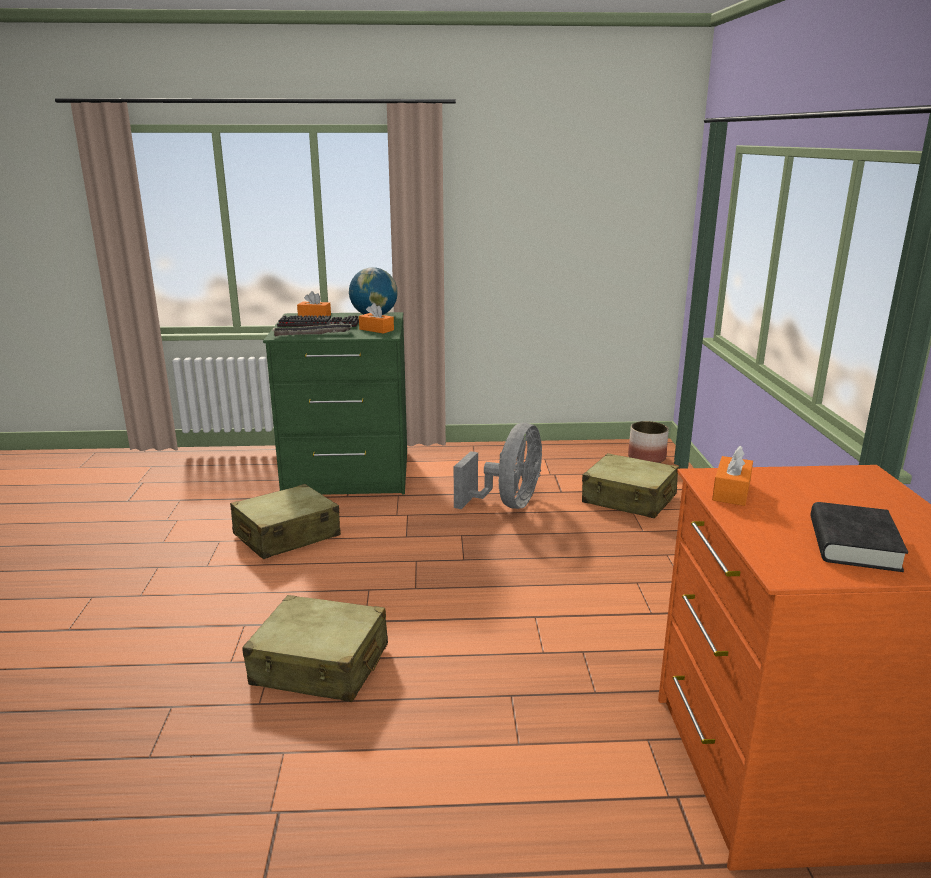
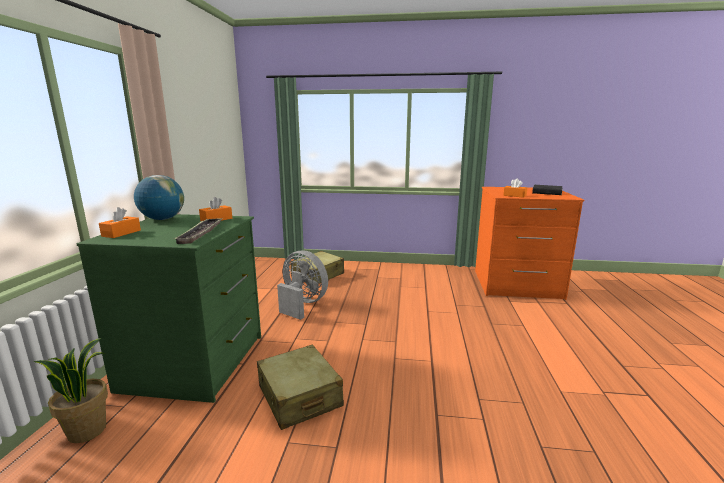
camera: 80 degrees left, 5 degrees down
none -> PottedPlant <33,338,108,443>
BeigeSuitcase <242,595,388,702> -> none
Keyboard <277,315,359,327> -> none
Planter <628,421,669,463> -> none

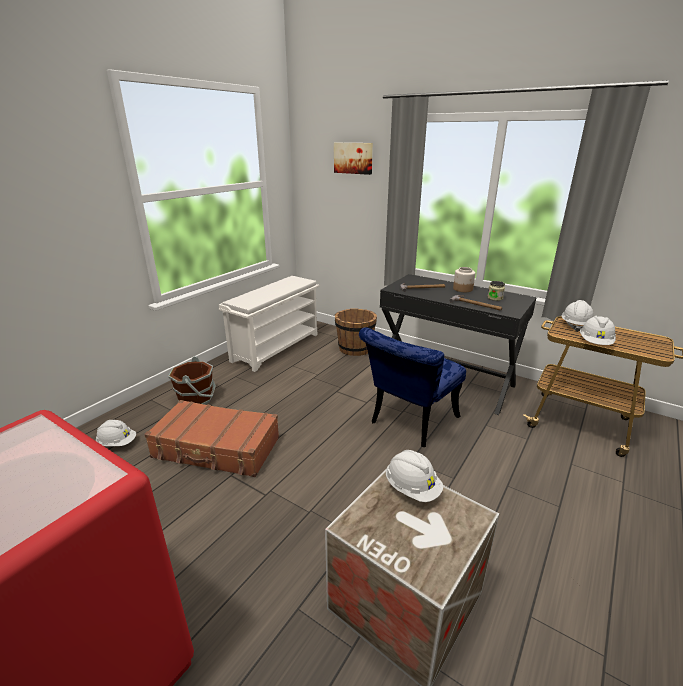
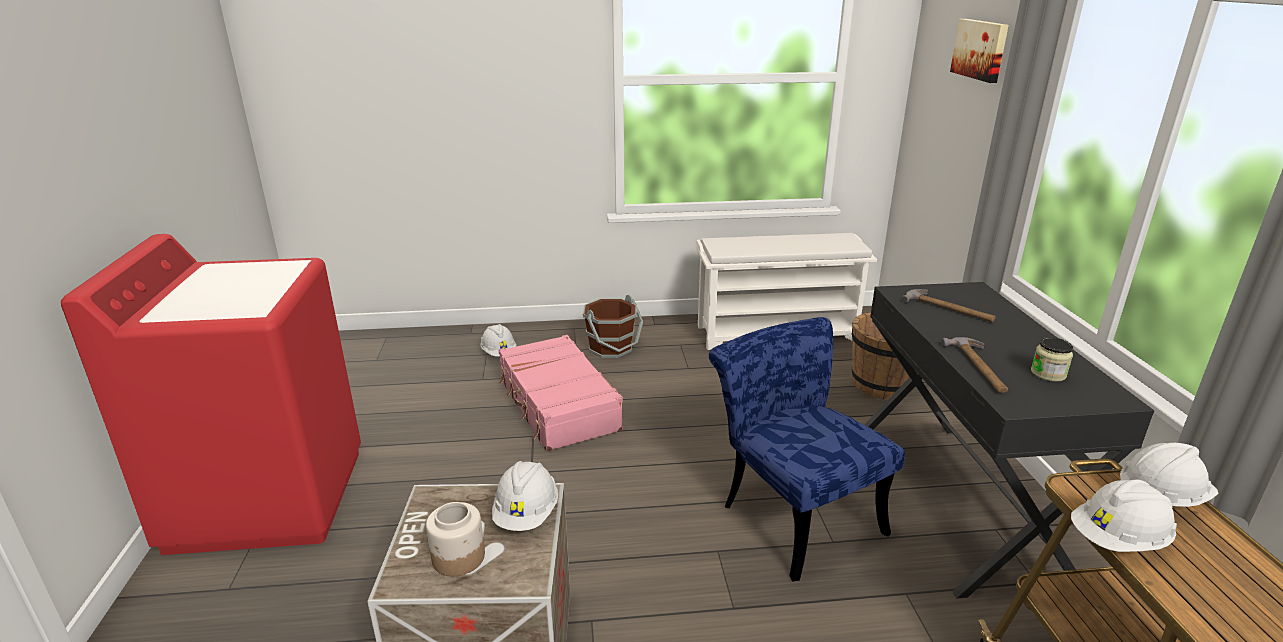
camera: 50 degrees right, 0 degrees up
Jar <453,267,475,292> -> Jar <426,502,485,576>, move
BrownSuitcase <144,400,279,477> -> PinkSuitcase <499,335,623,451>
BlueChair <359,327,466,447> -> BlueChair <709,317,905,582>, 60 degrees clockwise

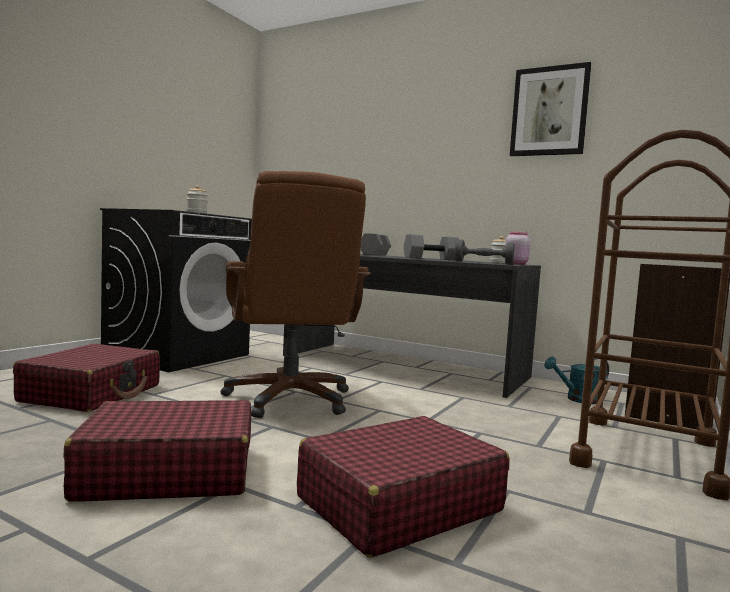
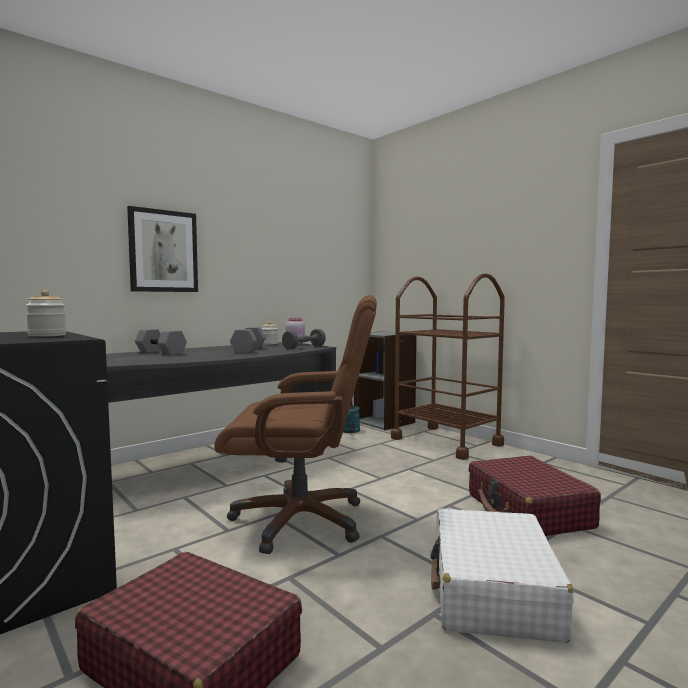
camera: 70 degrees left, 0 degrees up
Picture <510,62,591,156> -> Picture <127,206,198,292>, move
RedSuitcase <63,400,251,502> -> WhiteSuitcase <430,508,574,643>

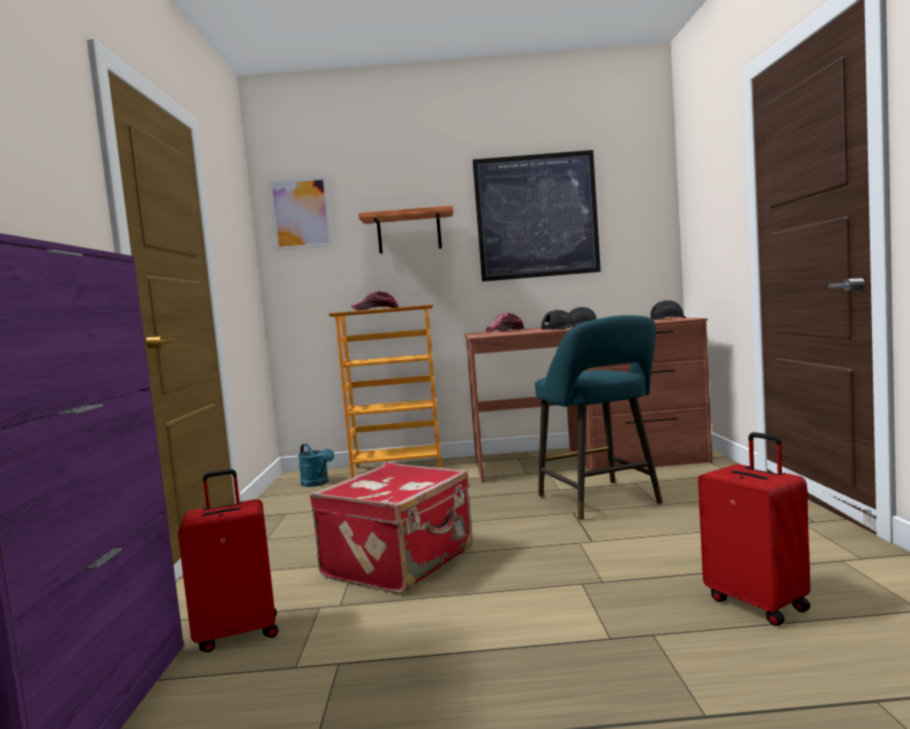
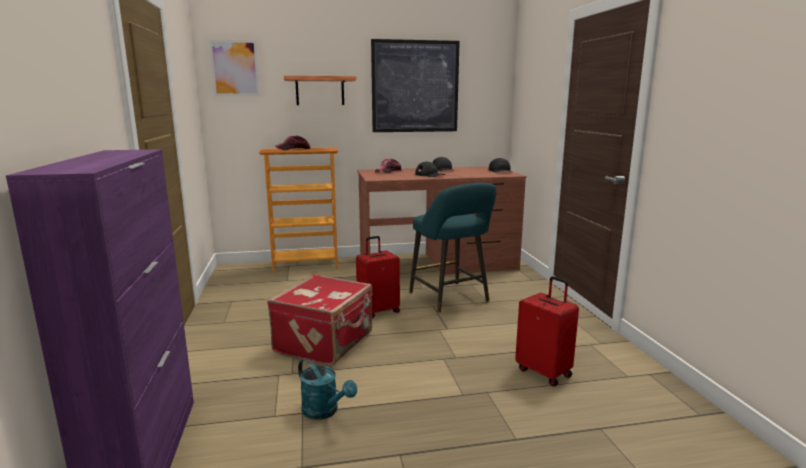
camera: 10 degrees left, 10 degrees up
TurquoiseWateringCan <298,444,334,487> -> TurquoiseWateringCan <298,358,357,420>, move
RedSuitcase <178,469,278,652> -> RedSuitcase <356,236,400,318>, move

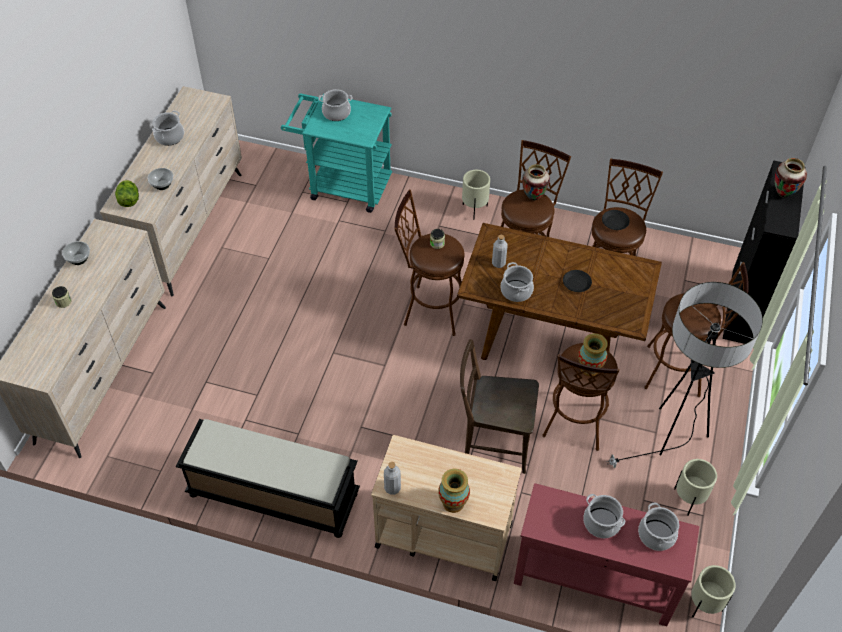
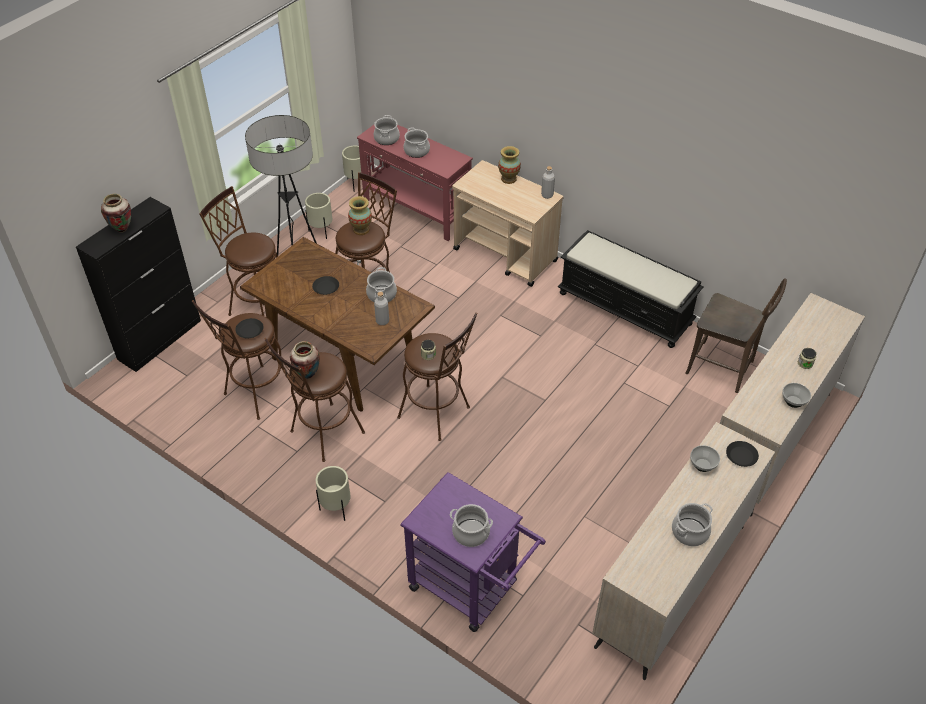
camera: 160 degrees left, 5 degrees down
TurquoiseCart <281,94,392,213> -> PurpleCart <400,472,546,632>
BrownChair <460,339,539,474> -> BrownChair <685,278,787,393>, move
Lettuce <115,180,139,207> -> BlackPlate <726,441,759,467>

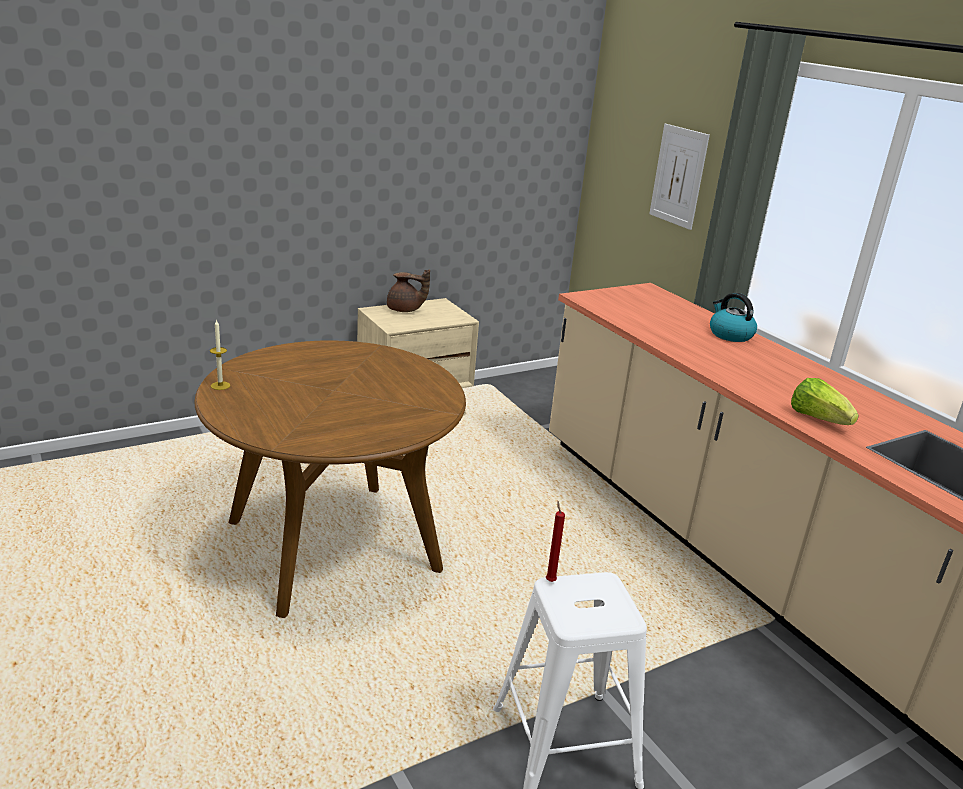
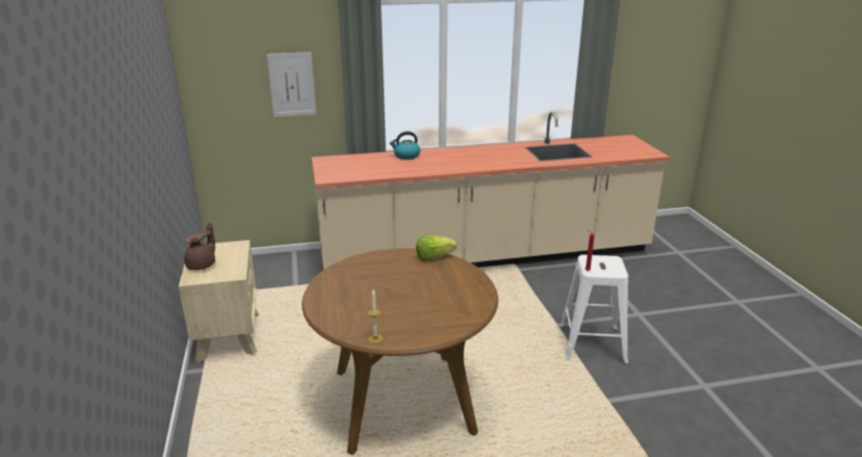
camera: 70 degrees left, 0 degrees up
Lettuce <791,378,859,425> -> Lettuce <416,236,457,261>, move

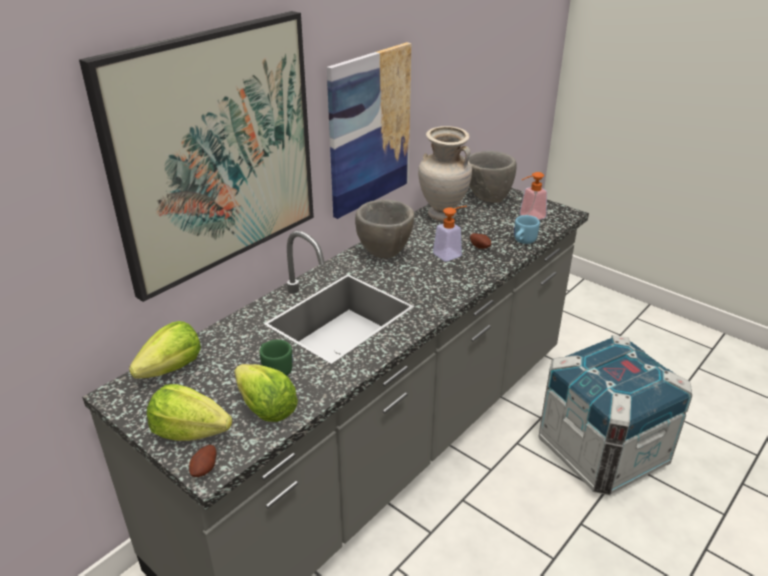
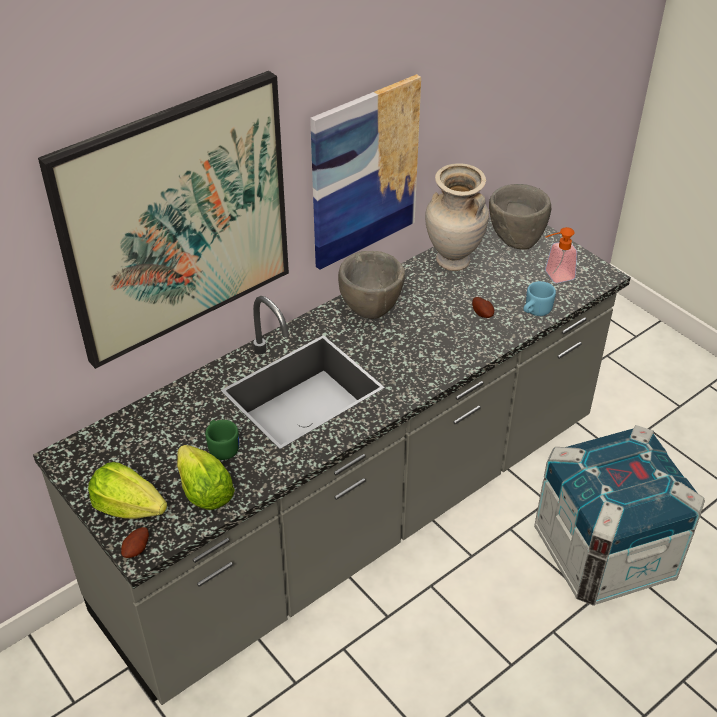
camera: 10 degrees right, 10 degrees up
Lettuce <129,321,201,378> -> none
SoapDispenser <433,206,467,262> -> none

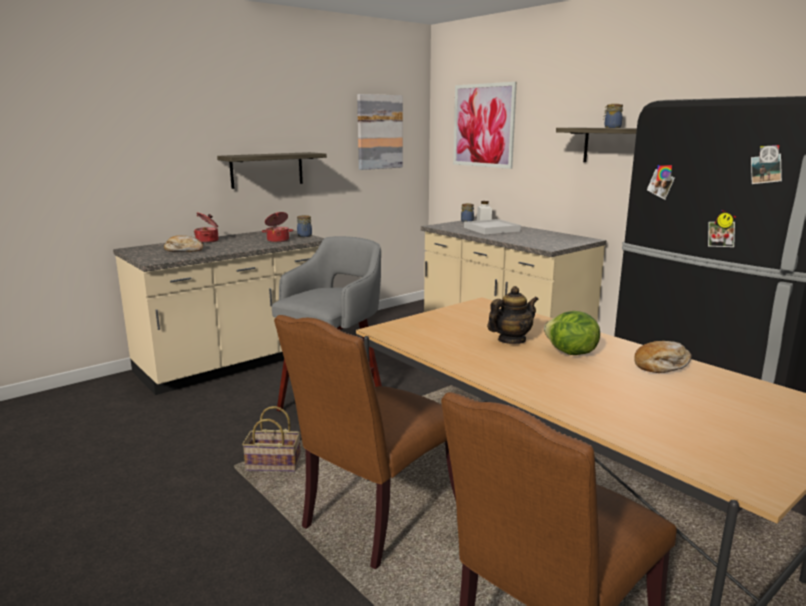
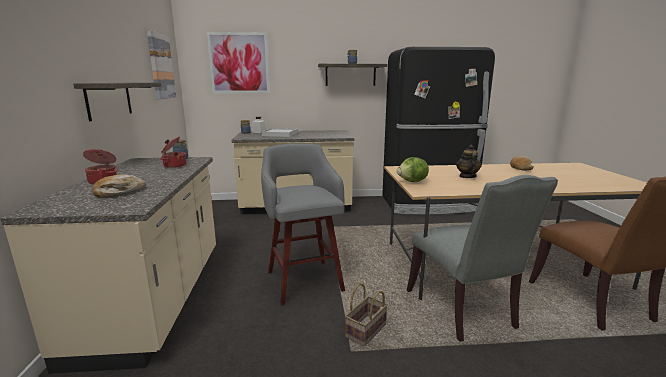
camera: 55 degrees left, 0 degrees up
Lettuce <544,311,600,355> -> Lettuce <397,157,429,182>, move
BrownChair <274,315,456,570> -> GreyChair <407,175,558,342>

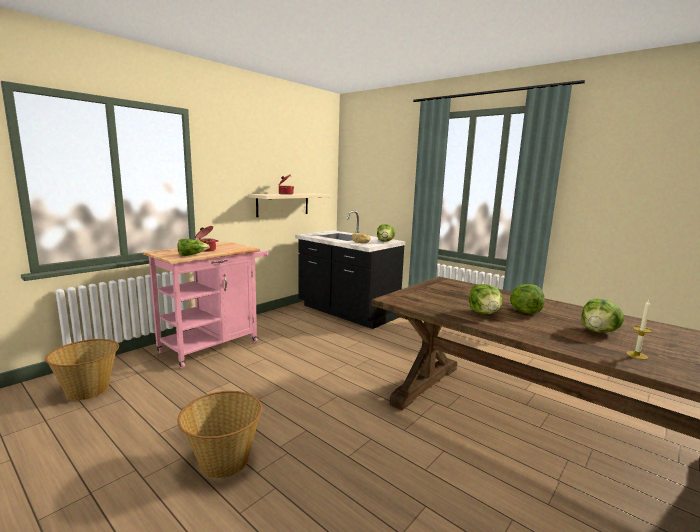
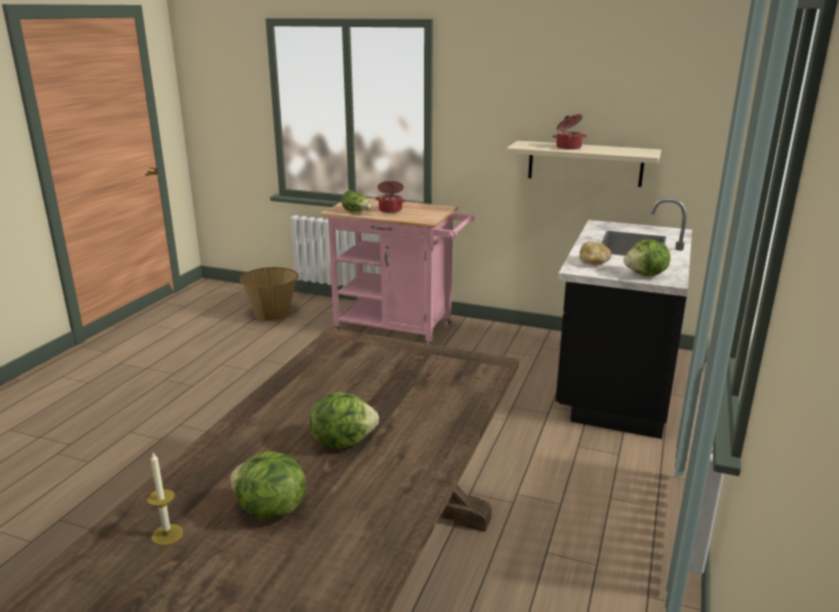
camera: 70 degrees right, 10 degrees up
Basket <177,391,262,478> -> none
Lettuce <469,284,503,315> -> none

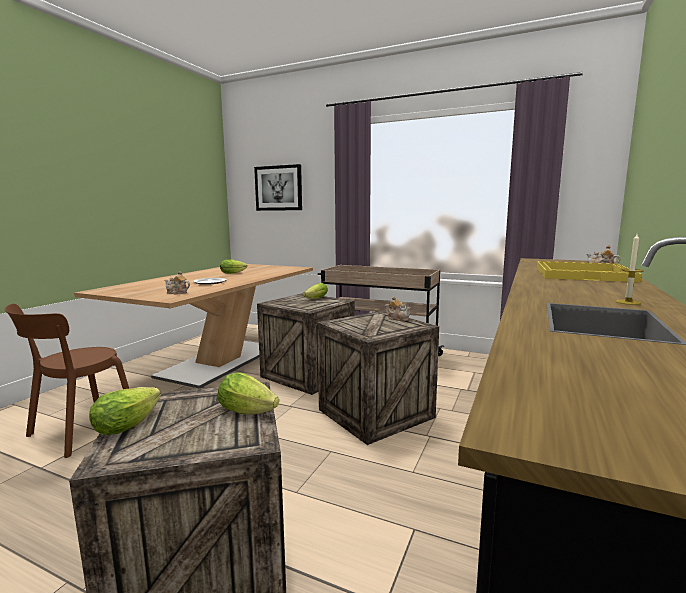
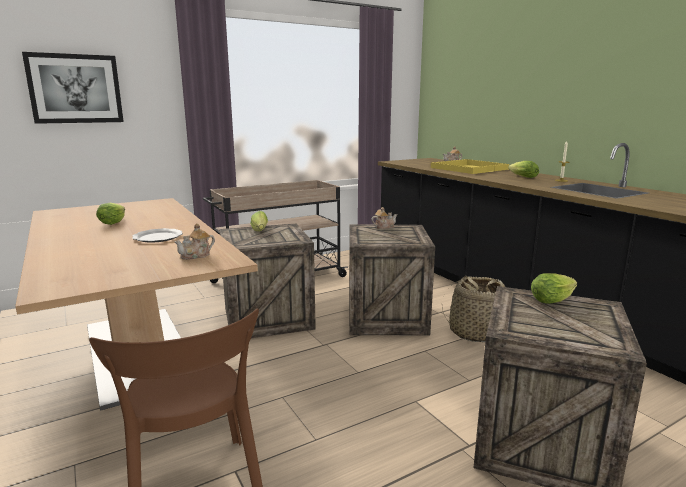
camera: 55 degrees left, 5 degrees up
none -> Basket <442,276,505,342>
Lettuce <89,387,161,435> -> Lettuce <508,161,539,178>, move

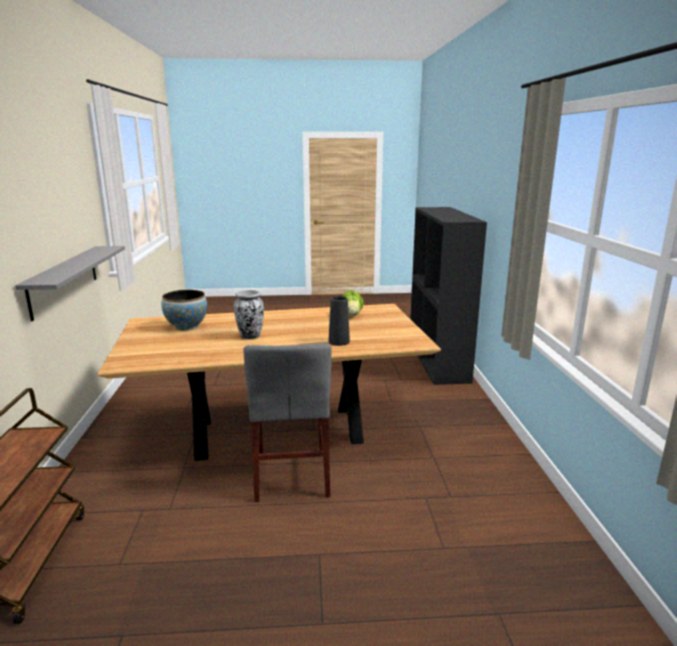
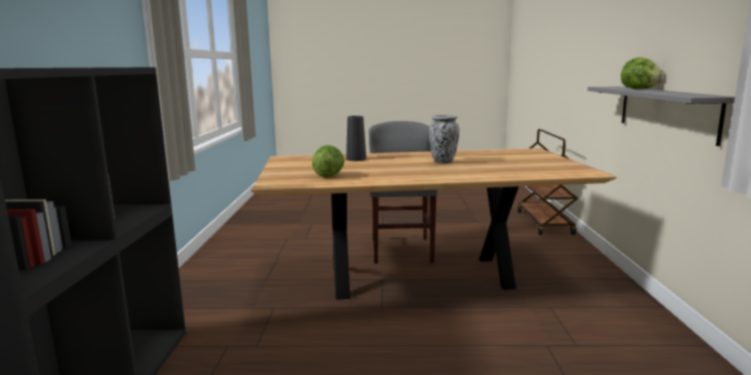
camera: 175 degrees left, 5 degrees down
none -> Lettuce <621,57,664,89>
Bowl <162,290,207,331> -> none

